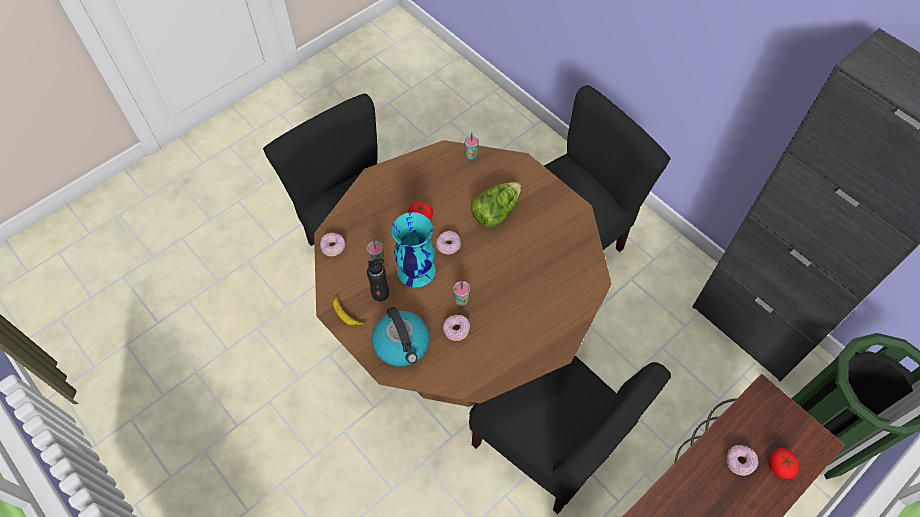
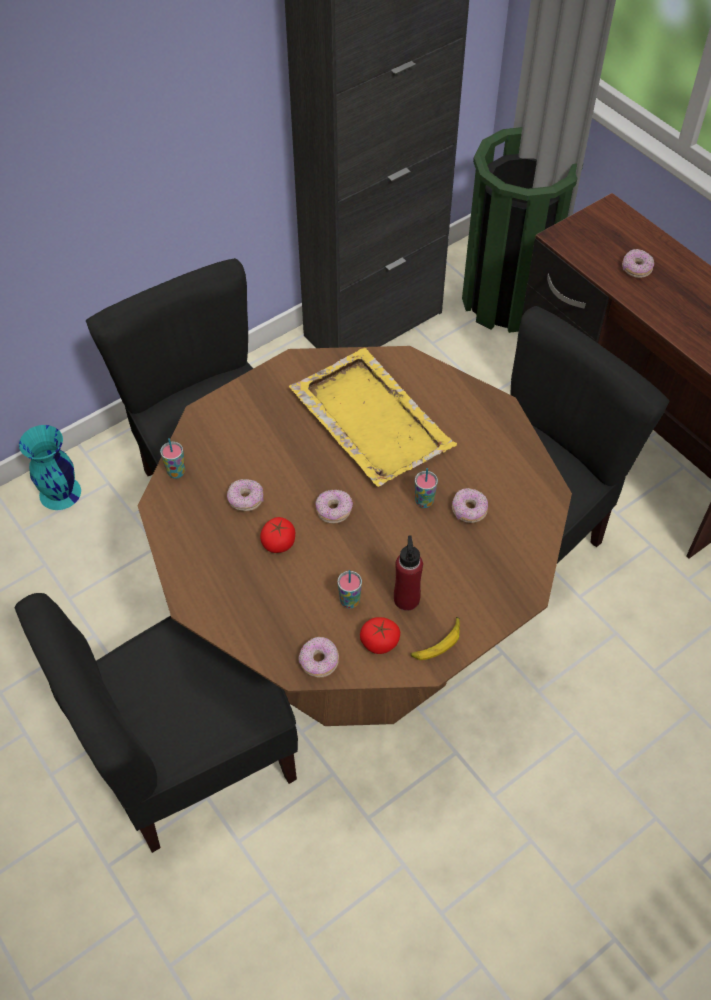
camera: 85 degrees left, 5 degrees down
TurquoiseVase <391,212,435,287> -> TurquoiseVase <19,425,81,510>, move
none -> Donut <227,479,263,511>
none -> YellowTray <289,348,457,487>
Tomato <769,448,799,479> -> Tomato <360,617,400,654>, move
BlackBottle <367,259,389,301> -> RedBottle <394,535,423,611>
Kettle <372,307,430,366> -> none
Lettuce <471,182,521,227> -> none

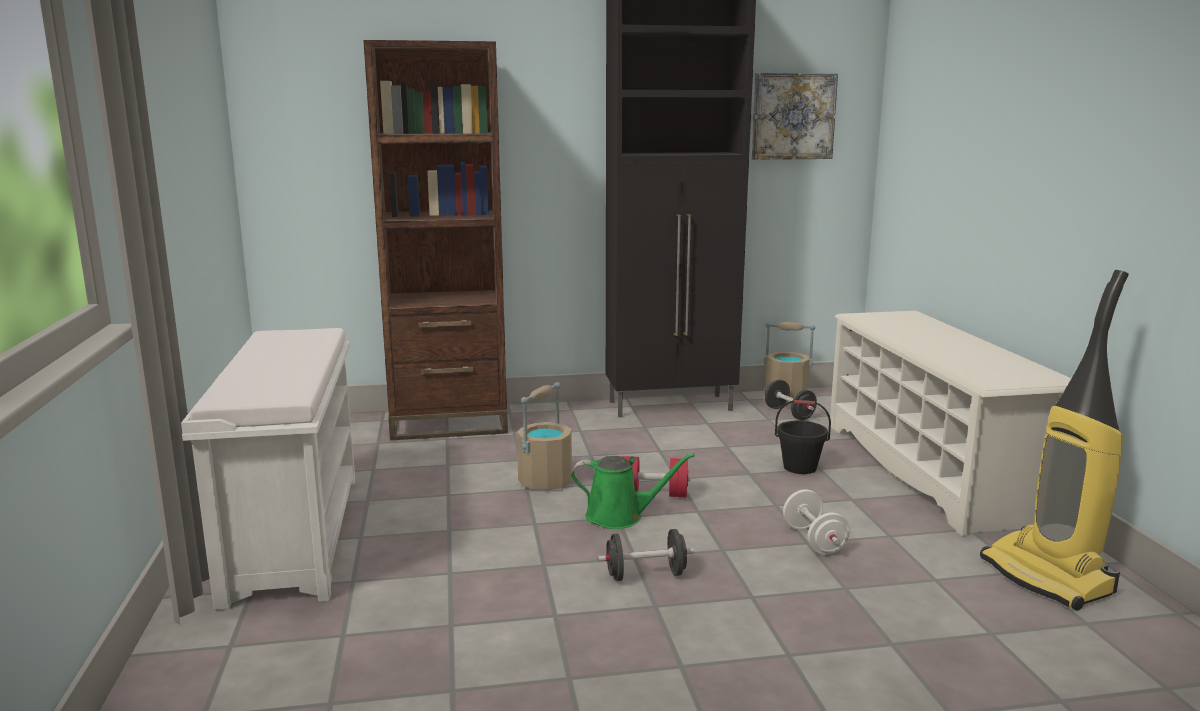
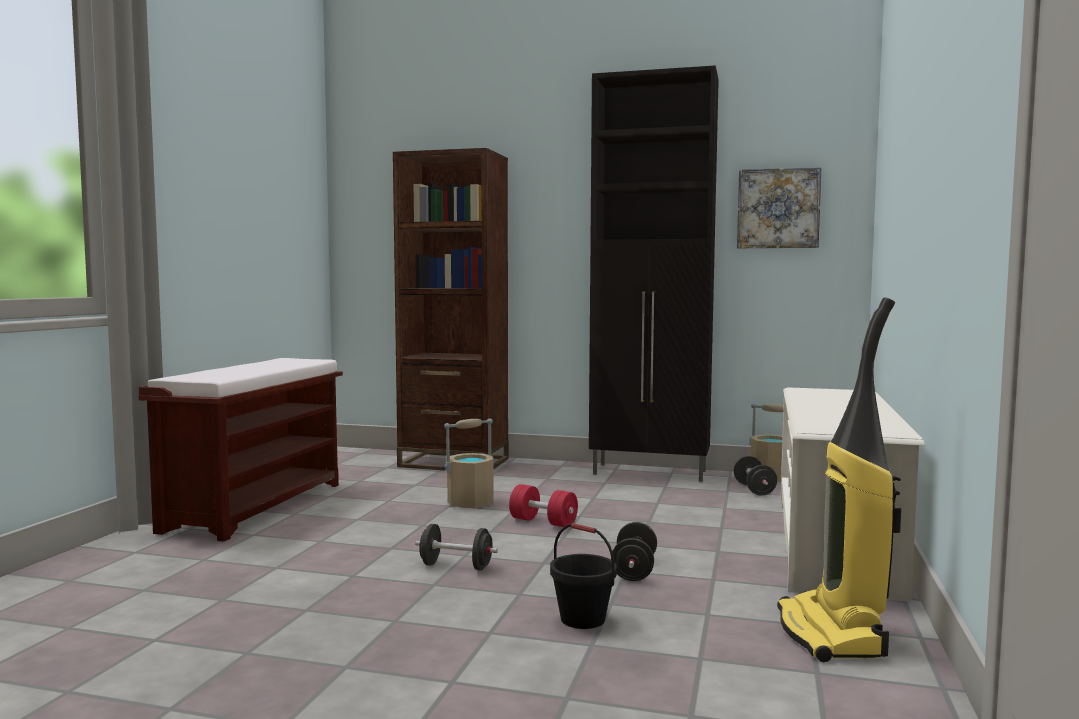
camera: 25 degrees right, 10 degrees down
WhiteBench <181,328,355,610> -> BrownBench <139,358,343,542>
BlackBucket <775,400,831,474> -> BlackBucket <550,523,617,629>, move
WhiteDumbbell <783,489,850,555> -> BlackDumbbell <611,522,657,581>
GreenWateringCan <571,453,695,529> -> none

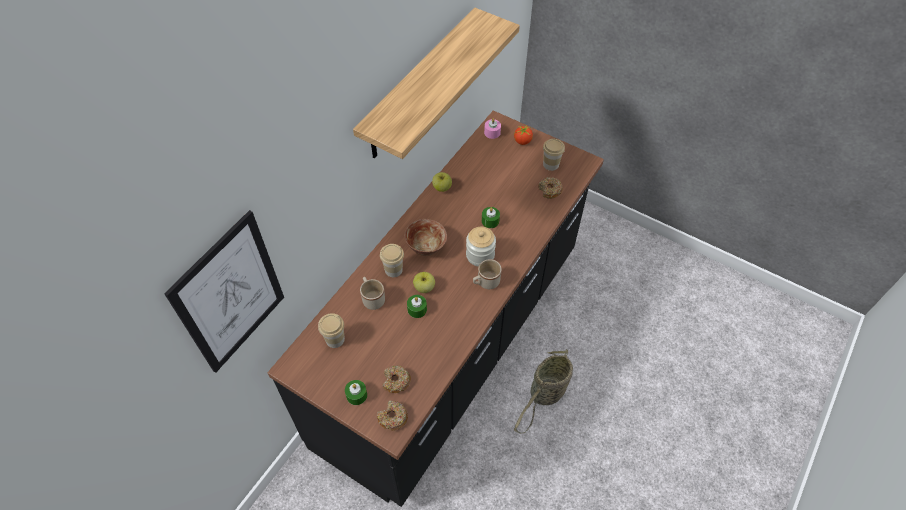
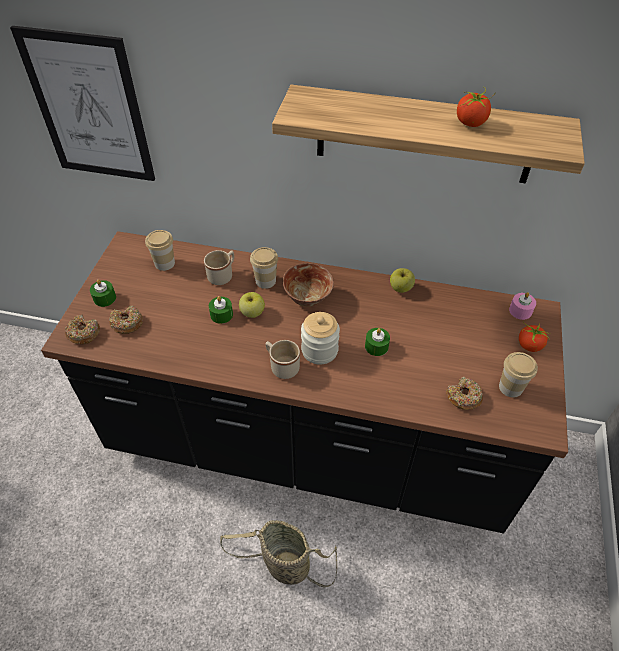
camera: 70 degrees right, 5 degrees down
none -> Tomato <457,87,496,127>

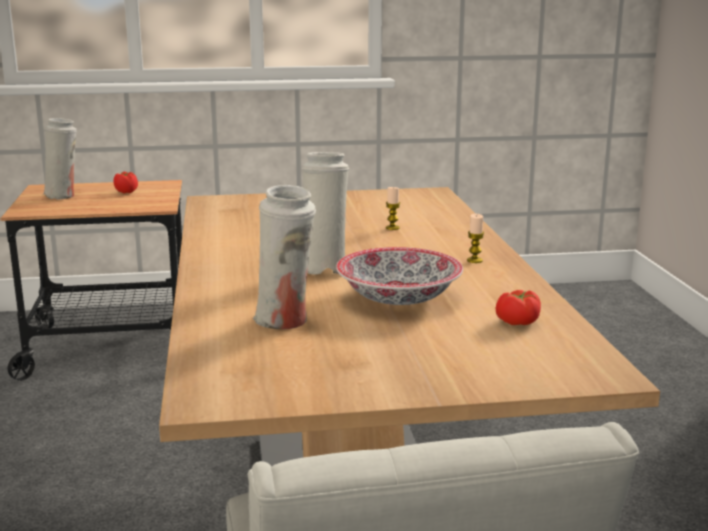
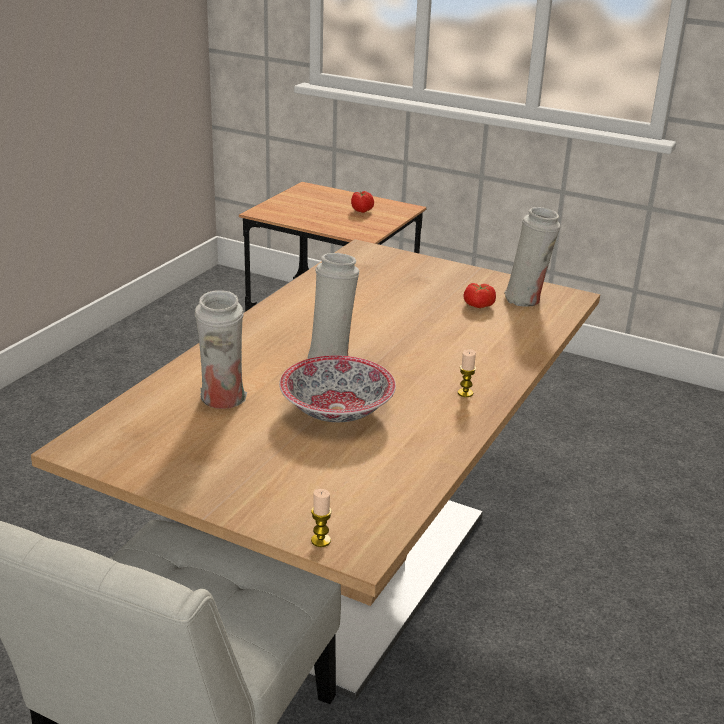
camera: 35 degrees right, 10 degrees up
Candle <386,186,400,230> -> Candle <311,489,332,547>, move
Tomato <496,290,541,325> -> Tomato <464,283,496,308>, move
WhiteVase <42,118,77,200> -> WhiteVase <504,207,560,307>, move

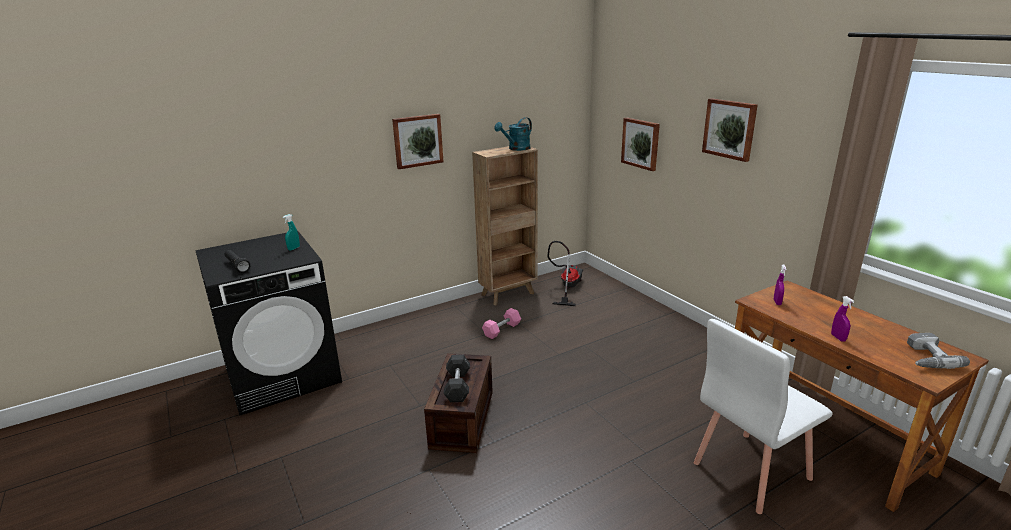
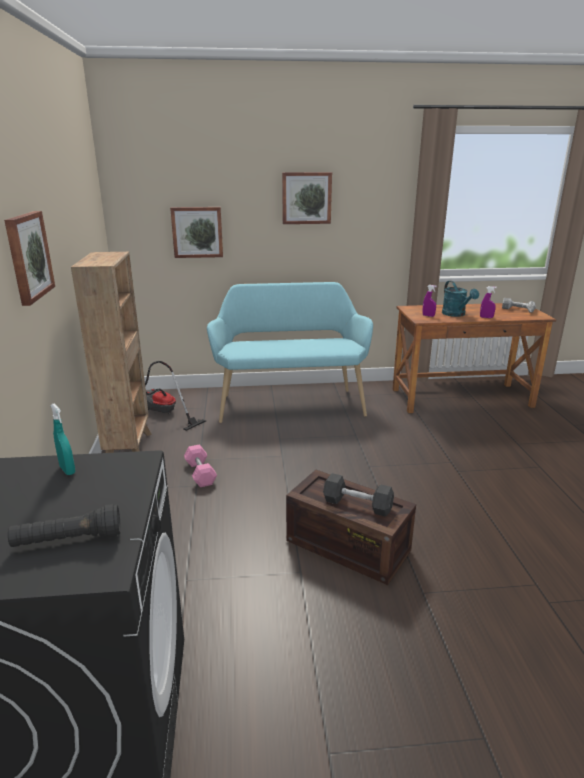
camera: 65 degrees left, 0 degrees up
none -> TurquoiseBench <207,282,373,423>
TurquoiseWateringCan <494,117,532,151> -> TurquoiseWateringCan <442,281,479,317>, move
WhiteChair <694,319,833,514> -> none

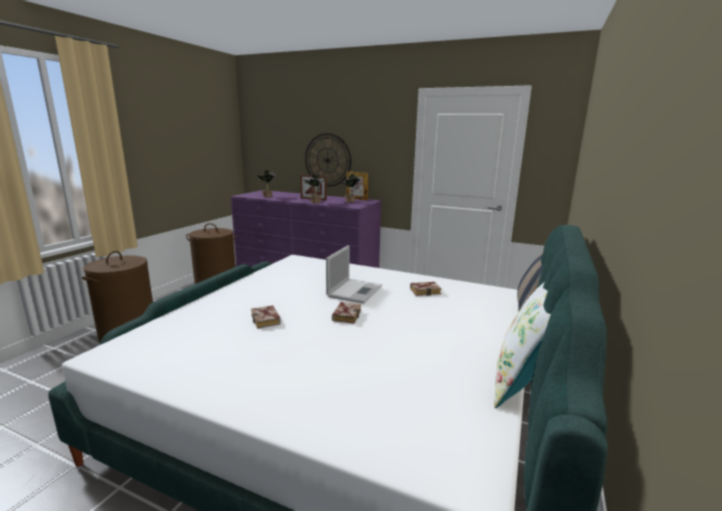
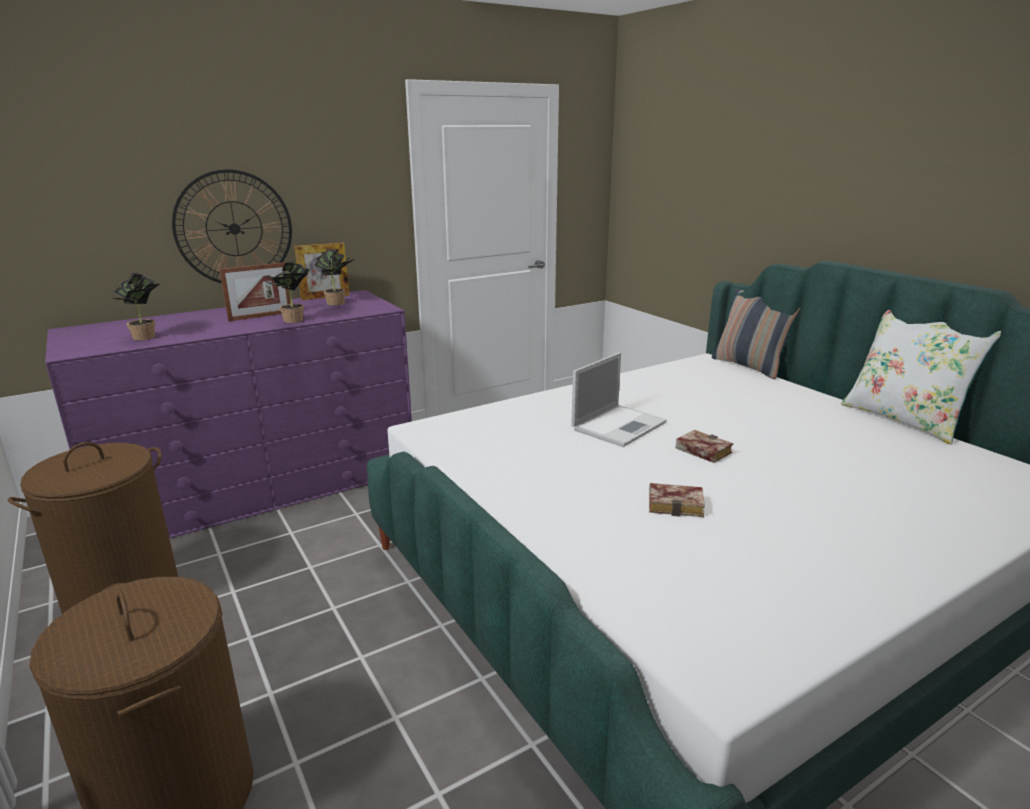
camera: 55 degrees left, 5 degrees up
Laptop <326,245,382,304> -> Laptop <571,352,667,447>, 75 degrees clockwise
Book <410,282,442,296> -> none

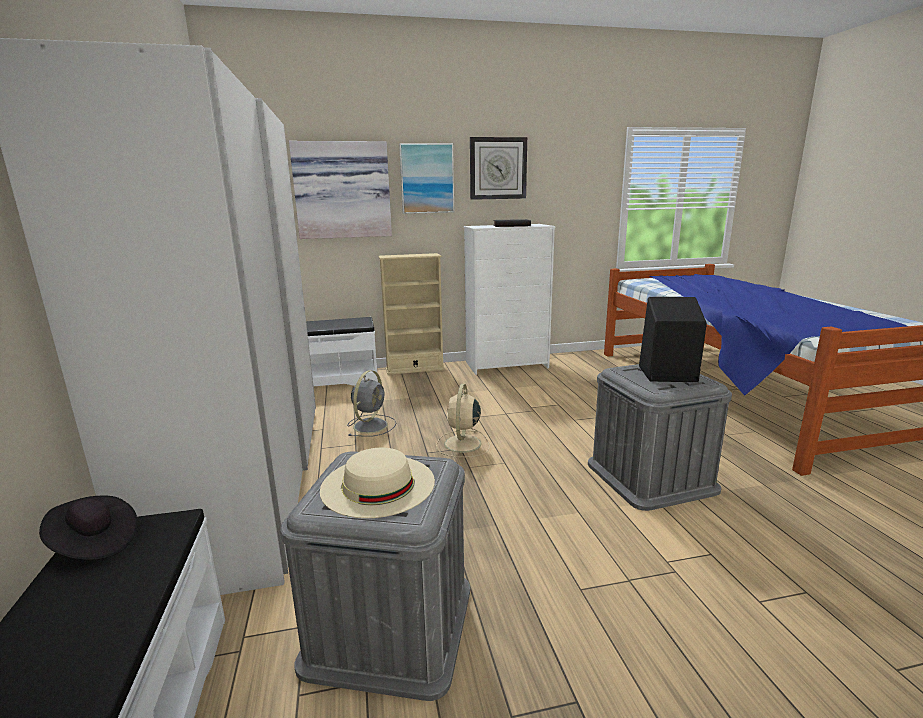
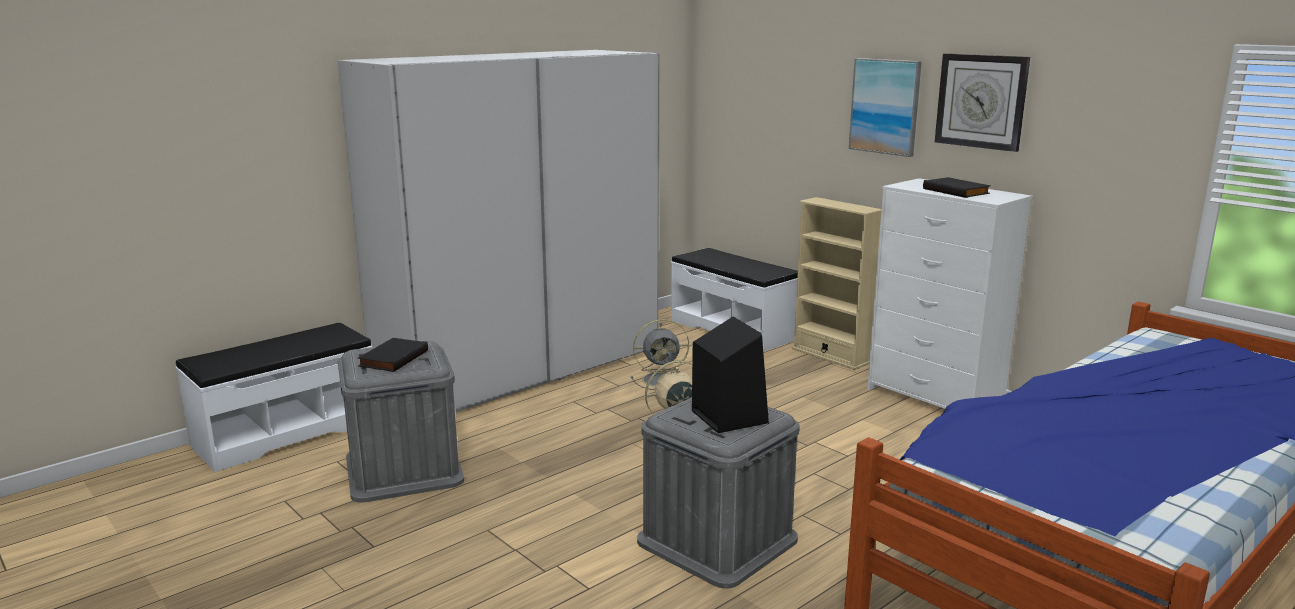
camera: 60 degrees right, 0 degrees up
BeigeHat <320,448,435,518> -> BlackBook <358,338,428,372>
BlackHat <39,496,138,560> -> none
Picture <289,141,392,239> -> none

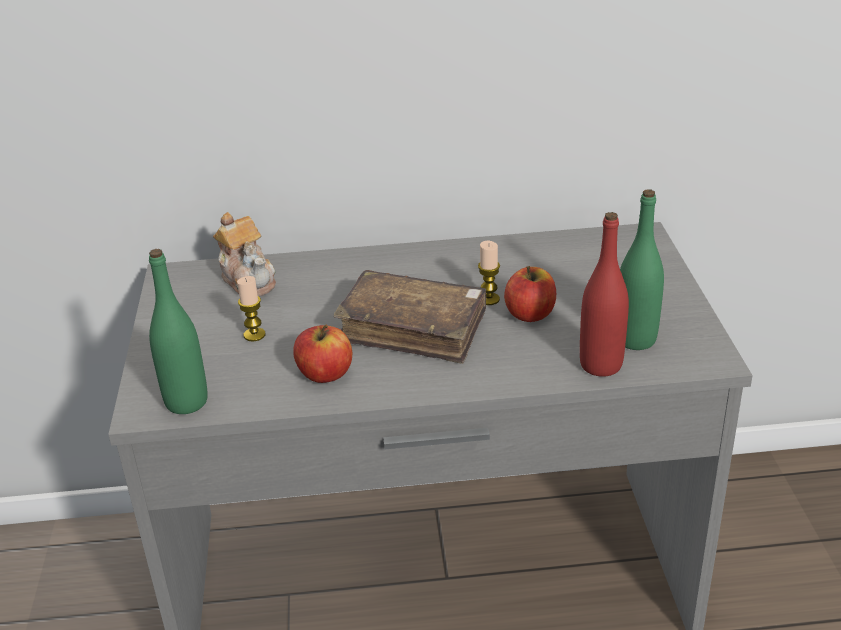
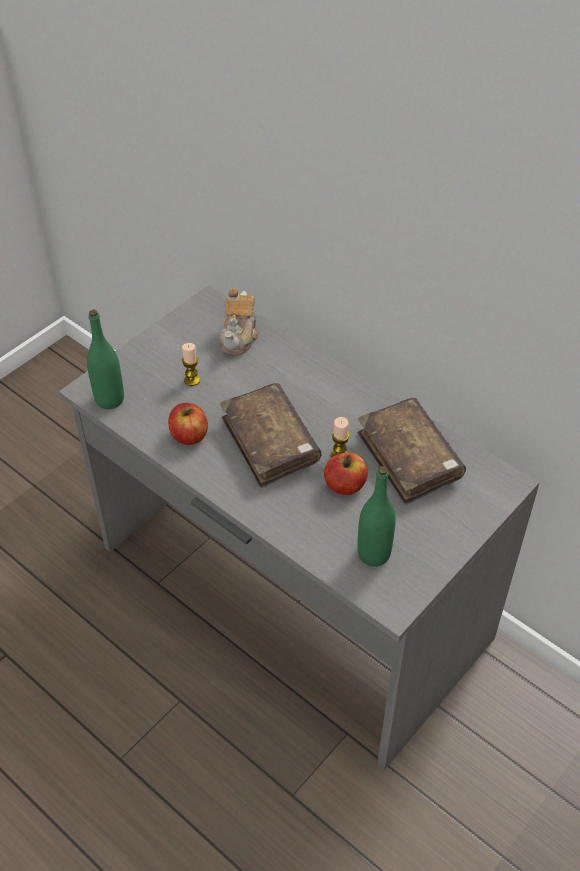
camera: 45 degrees right, 15 degrees up
none -> BrownBook <358,398,466,505>
RedBottle <580,212,629,377> -> none

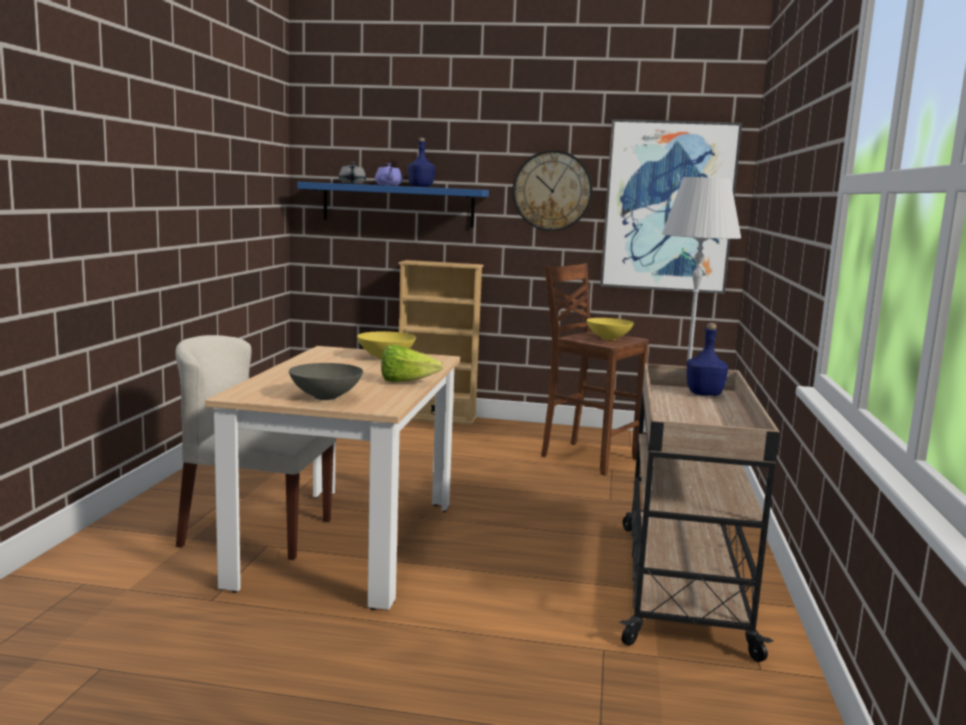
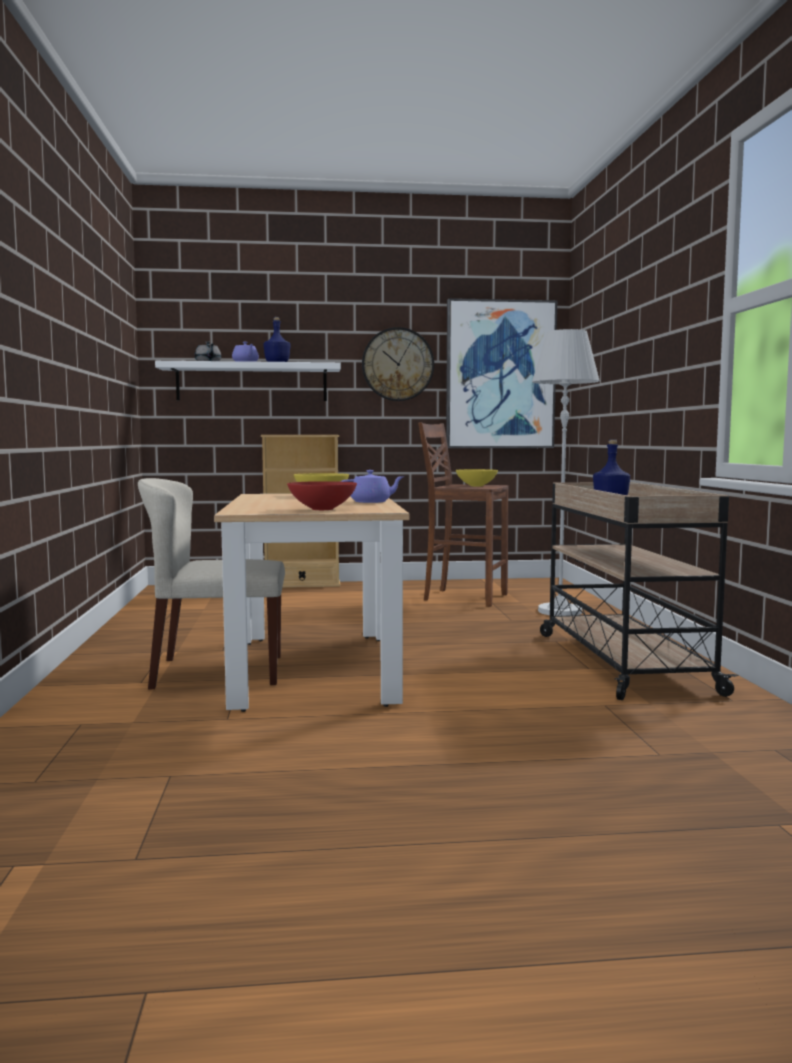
camera: 15 degrees left, 5 degrees down
BlueShelf <297,182,489,228> -> WhiteShelf <155,361,341,401>
GreyBowl <289,363,363,400> -> RedBowl <287,481,357,510>
Lettuce <381,345,443,382> -> PurpleTeapot <341,470,405,503>

